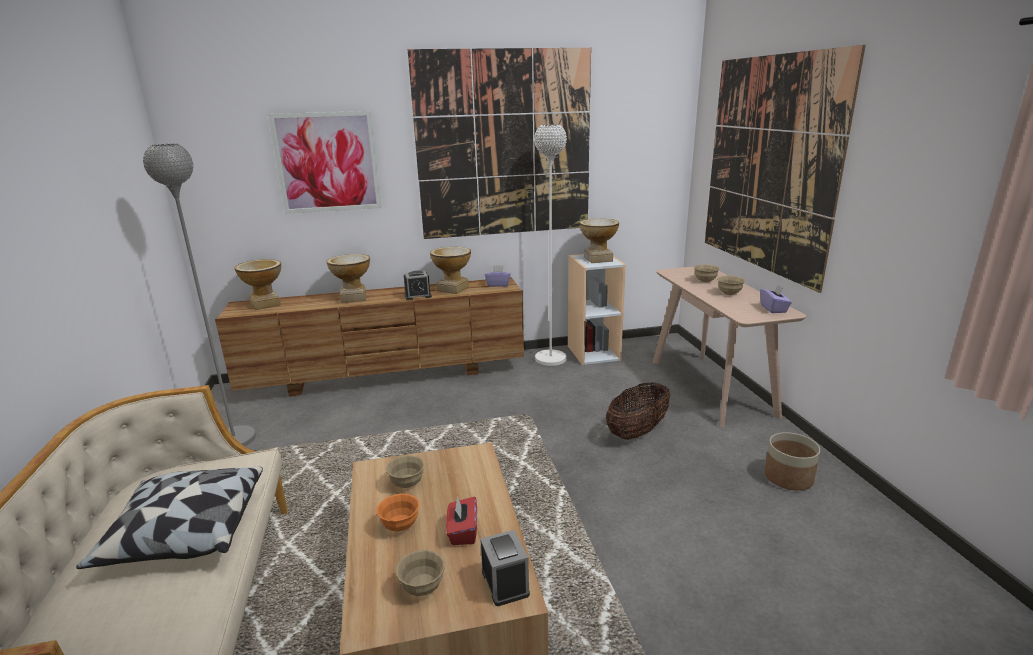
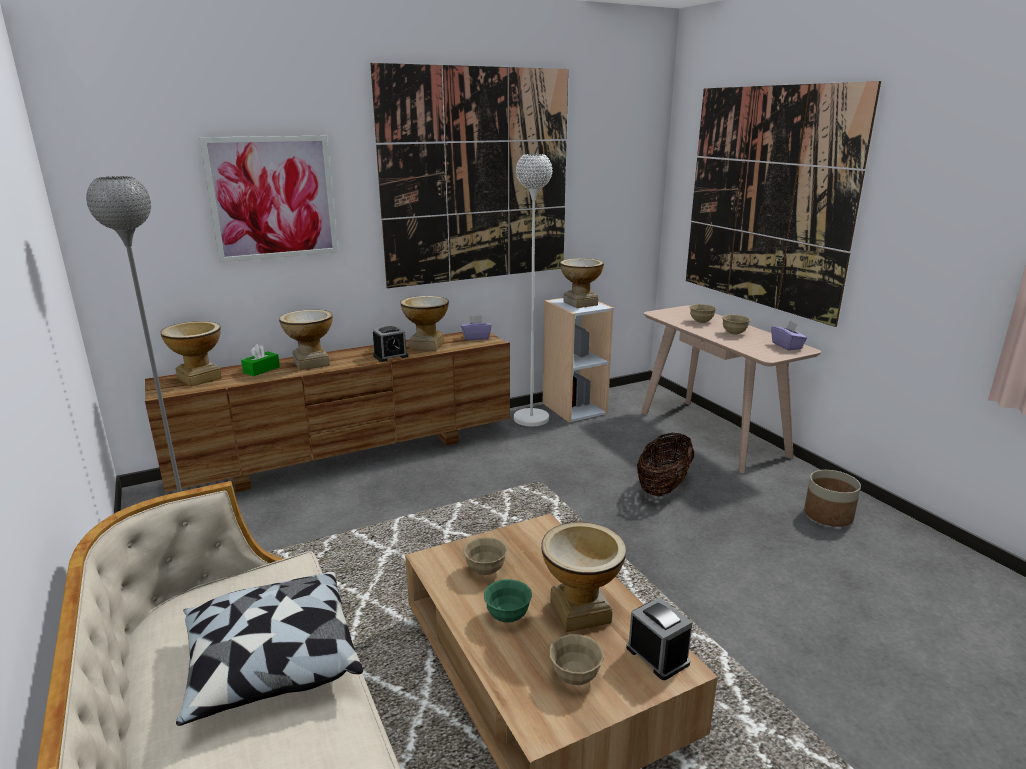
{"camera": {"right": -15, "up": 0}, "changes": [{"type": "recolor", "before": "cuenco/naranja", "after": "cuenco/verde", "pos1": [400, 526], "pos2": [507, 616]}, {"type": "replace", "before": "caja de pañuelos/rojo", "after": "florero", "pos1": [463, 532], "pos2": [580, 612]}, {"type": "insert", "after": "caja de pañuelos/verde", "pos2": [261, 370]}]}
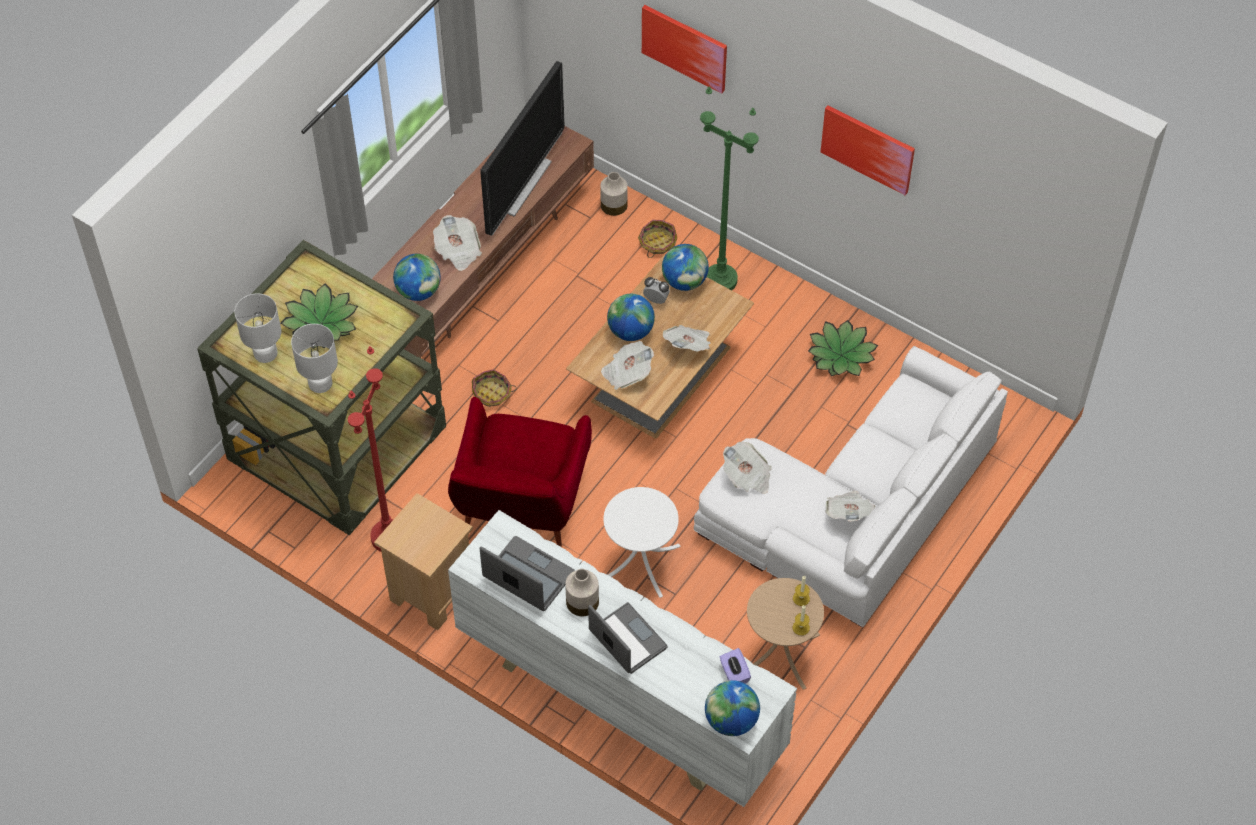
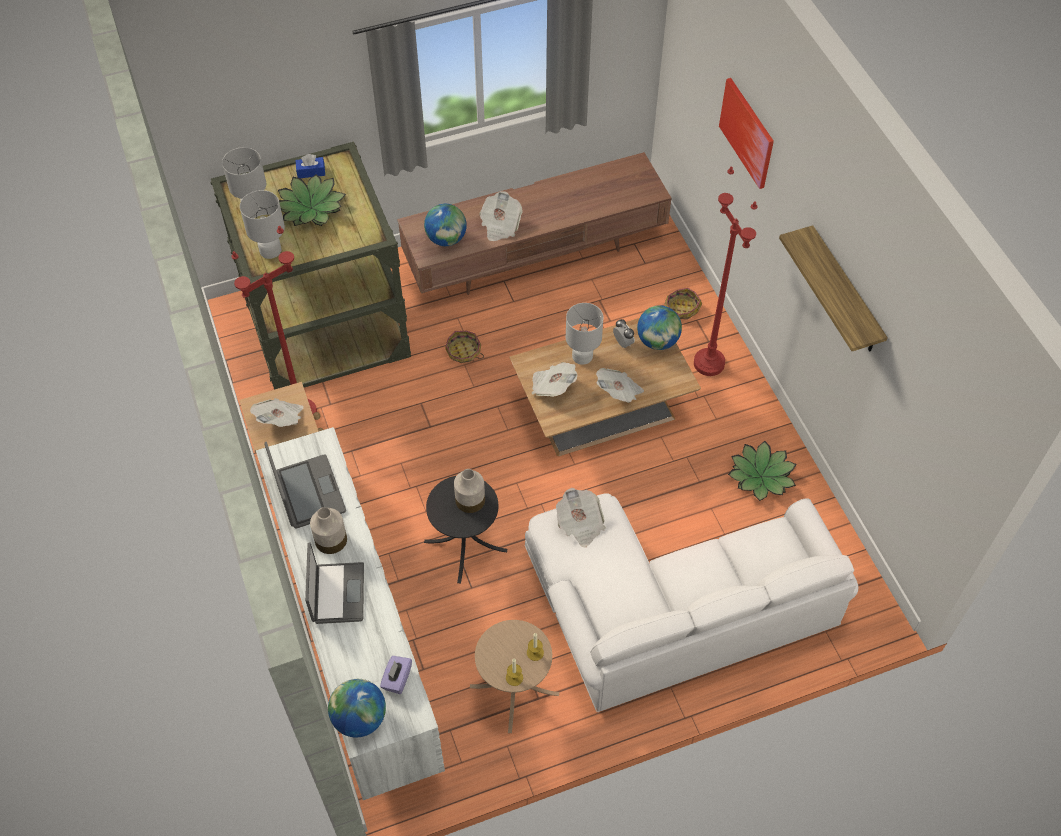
{"camera": {"right": 35, "up": 0}, "changes": [{"type": "delete", "before": "sillón/rojo", "pos1": [521, 506]}, {"type": "delete", "before": "televisor", "pos1": [522, 184]}, {"type": "move", "before": "florero/beis", "pos1": [614, 204], "pos2": [470, 500]}, {"type": "recolor", "before": "mesa auxiliar/blanco", "after": "mesa auxiliar/negro", "pos1": [640, 562], "pos2": [465, 546]}, {"type": "replace", "before": "globo terráqueo", "after": "lámpara de mesa/gris", "pos1": [630, 331], "pos2": [582, 356]}, {"type": "recolor", "before": "lámpara de pie/verde", "after": "lámpara de pie/rojo", "pos1": [721, 280], "pos2": [709, 363]}, {"type": "replace", "before": "cuadro", "after": "estante", "pos1": [868, 148], "pos2": [845, 292]}, {"type": "move", "before": "periódico", "pos1": [848, 513], "pos2": [281, 419]}, {"type": "insert", "after": "caja de pañuelos/azul", "pos2": [311, 172]}]}
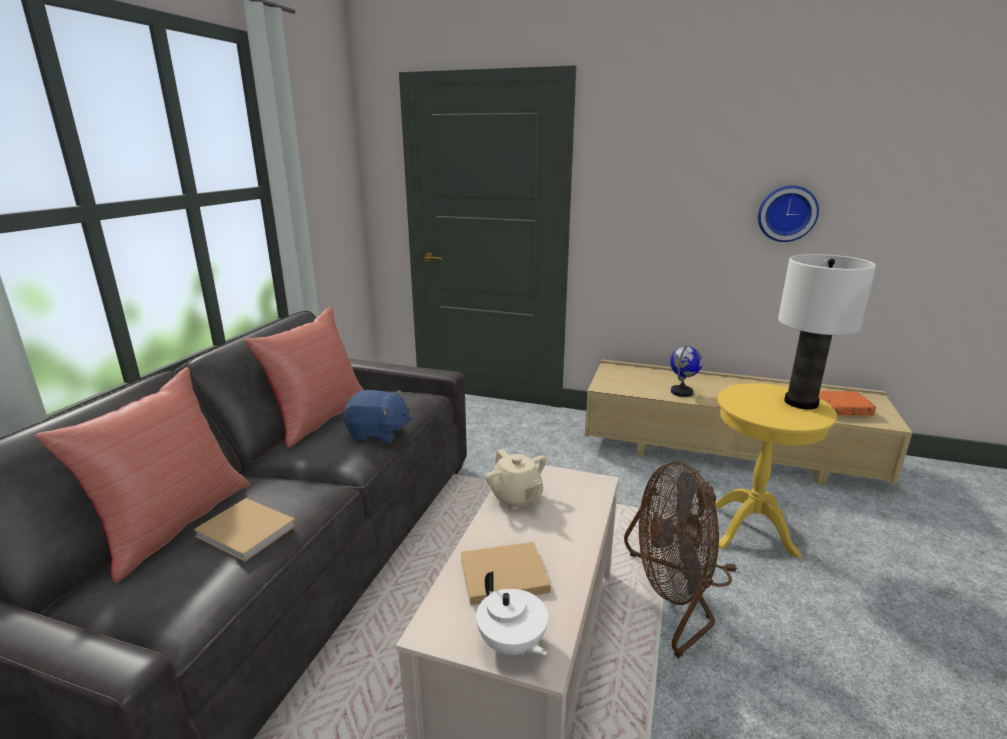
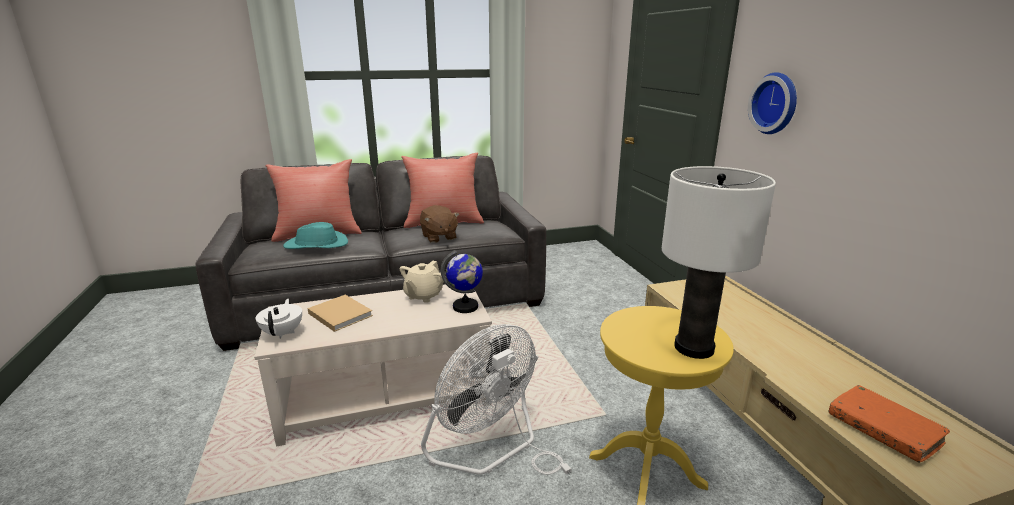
{"camera": {"right": 55, "up": 0}, "changes": [{"type": "replace", "before": "libro/beis", "after": "sombrero/turquesa", "pos1": [248, 532], "pos2": [316, 245]}, {"type": "recolor", "before": "peluche/azul", "after": "peluche/marrón", "pos1": [378, 434], "pos2": [439, 237]}, {"type": "rotate", "before": "tetera/blanco", "pos1": [511, 644], "pos2": [283, 333], "turn": 150}, {"type": "recolor", "before": "ventilador/marrón", "after": "ventilador/blanco", "pos1": [677, 594], "pos2": [500, 446]}, {"type": "move", "before": "globo terráqueo", "pos1": [682, 392], "pos2": [465, 307]}, {"type": "move", "before": "reloj de pared", "pos1": [787, 213], "pos2": [776, 103]}]}
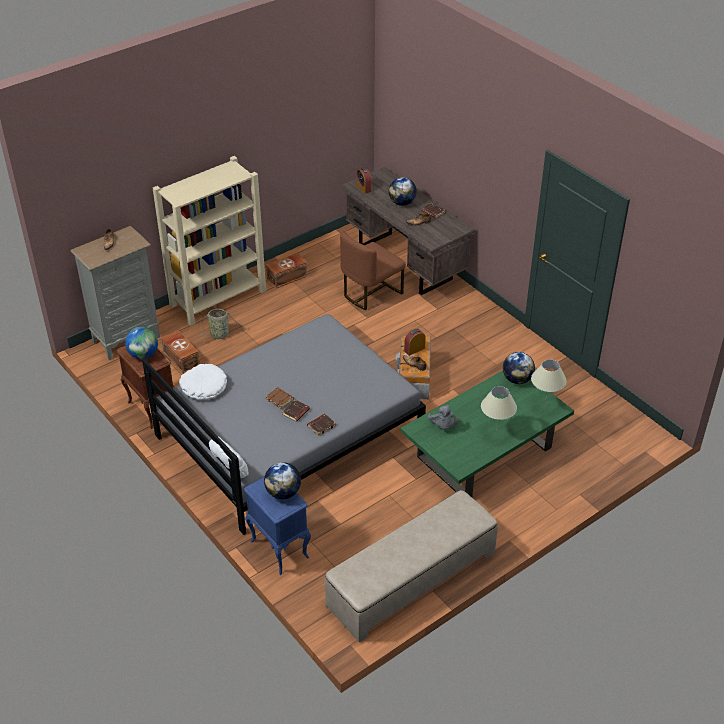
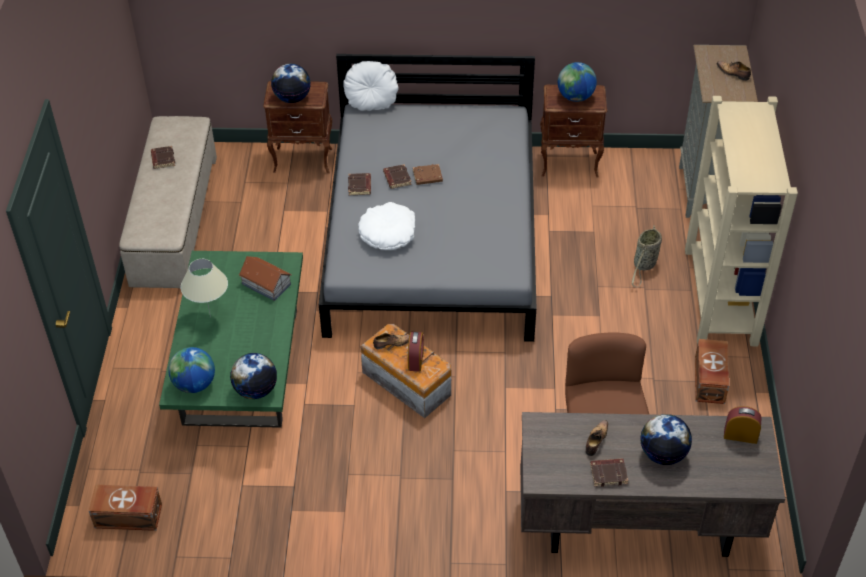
{"camera": {"right": 130, "up": 5}, "changes": [{"type": "move", "before": "caja de almacenaje/marrón", "pos1": [181, 358], "pos2": [129, 517]}, {"type": "move", "before": "cojín/blanco", "pos1": [204, 388], "pos2": [387, 233]}, {"type": "recolor", "before": "mesita de noche/azul", "after": "mesita de noche/marrón", "pos1": [279, 549], "pos2": [303, 160]}, {"type": "replace", "before": "peluche/gris", "after": "casita", "pos1": [443, 426], "pos2": [266, 283]}, {"type": "replace", "before": "lámpara de mesa/beis", "after": "globo terráqueo", "pos1": [545, 405], "pos2": [194, 384]}, {"type": "insert", "after": "libro/marrón", "pos2": [162, 159]}]}
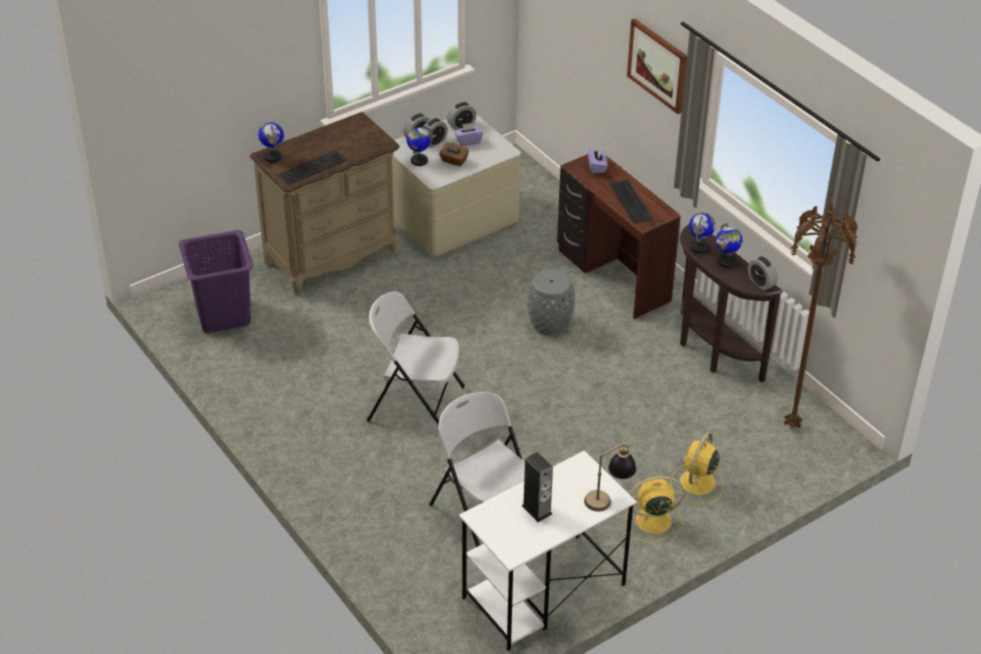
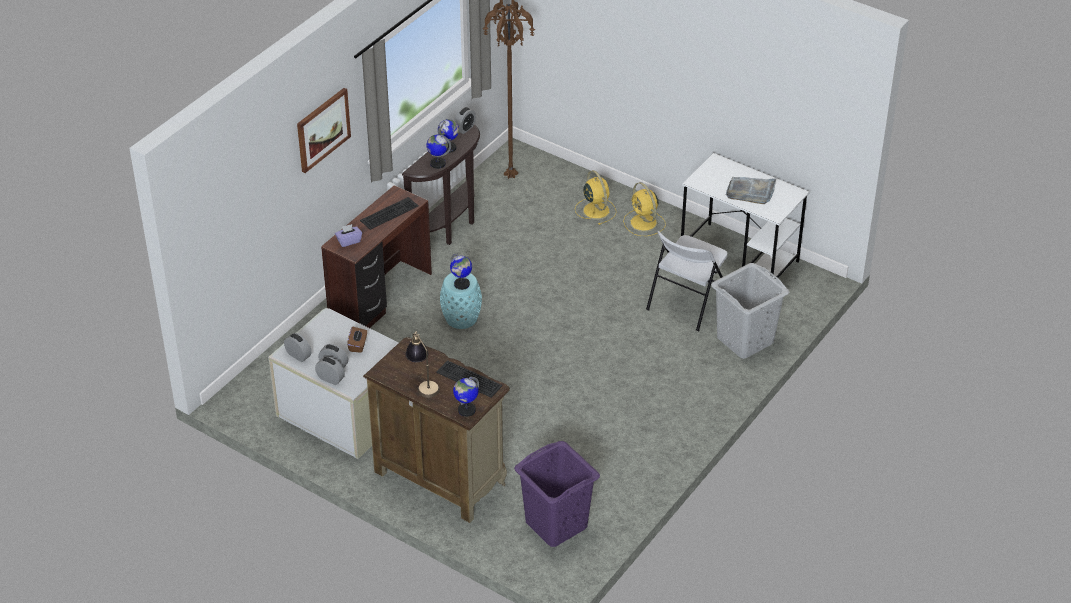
{"camera": {"right": -110, "up": 0}, "changes": [{"type": "delete", "before": "silla/blanco", "pos1": [416, 403]}, {"type": "move", "before": "globo terráqueo", "pos1": [419, 161], "pos2": [462, 284]}, {"type": "delete", "before": "caja de pañuelos/morado", "pos1": [468, 141]}, {"type": "replace", "before": "altavoz", "after": "bandeja/gris", "pos1": [536, 509], "pos2": [751, 191]}, {"type": "recolor", "before": "taburete/gris", "after": "taburete/turquesa", "pos1": [549, 323], "pos2": [461, 318]}, {"type": "move", "before": "lámpara de mesa", "pos1": [608, 499], "pos2": [423, 384]}, {"type": "rotate", "before": "ventilador/amarillo", "pos1": [697, 483], "pos2": [595, 210], "turn": -120}, {"type": "insert", "after": "cesto de la ropa/gris", "pos2": [745, 340]}]}
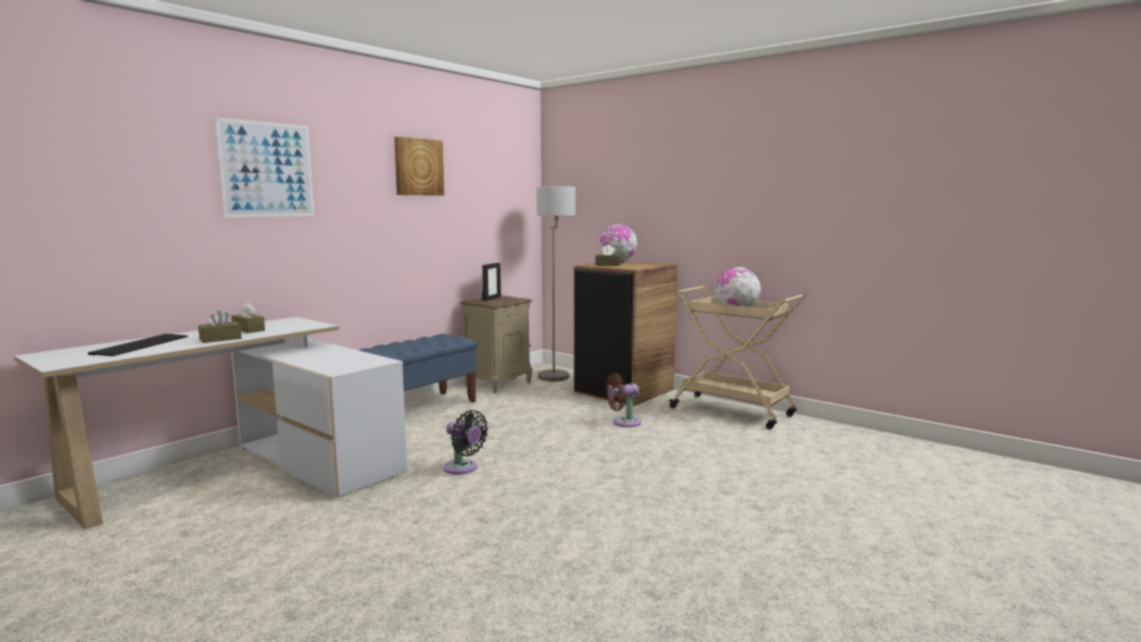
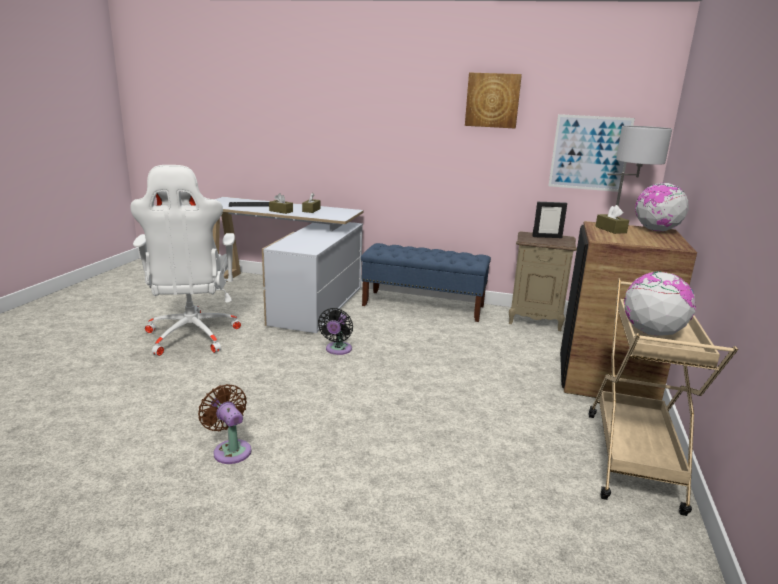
{"camera": {"right": 65, "up": 10}, "changes": [{"type": "move", "before": "cuadro", "pos1": [267, 169], "pos2": [589, 153]}, {"type": "move", "before": "ventilador/marrón", "pos1": [623, 422], "pos2": [230, 450]}, {"type": "insert", "after": "silla de oficina/blanco", "pos2": [193, 332]}]}
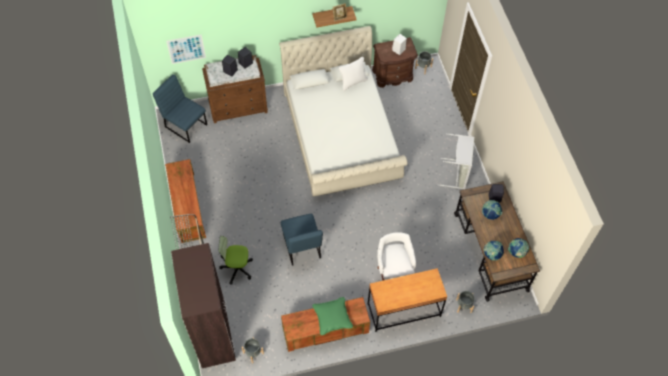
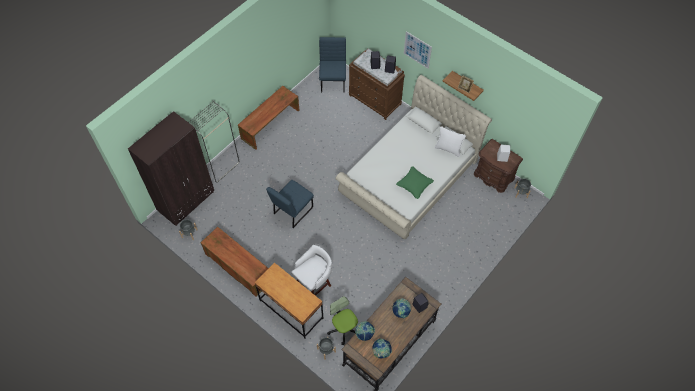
{"camera": {"right": 55, "up": 0}, "changes": [{"type": "move", "before": "cuadro", "pos1": [186, 49], "pos2": [417, 50]}, {"type": "move", "before": "silla de oficina", "pos1": [237, 268], "pos2": [343, 328]}, {"type": "move", "before": "cojín/verde", "pos1": [332, 317], "pos2": [414, 184]}, {"type": "delete", "before": "cesto de la ropa/gris", "pos1": [457, 174]}]}
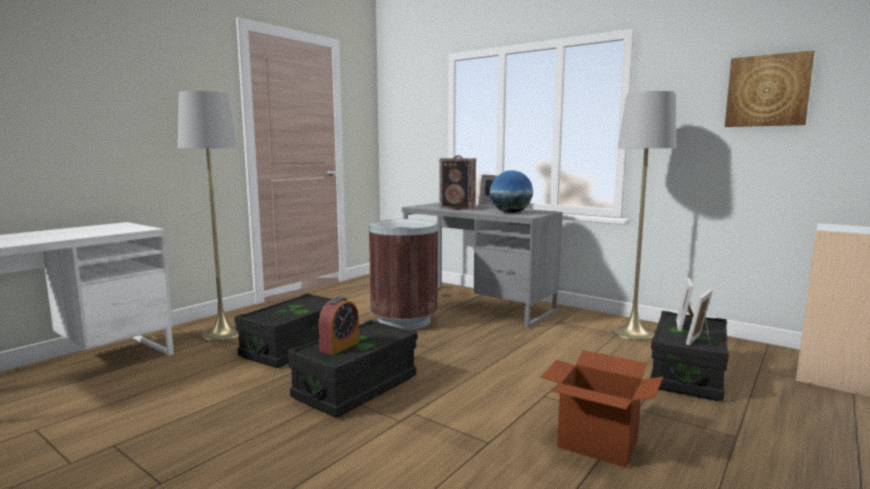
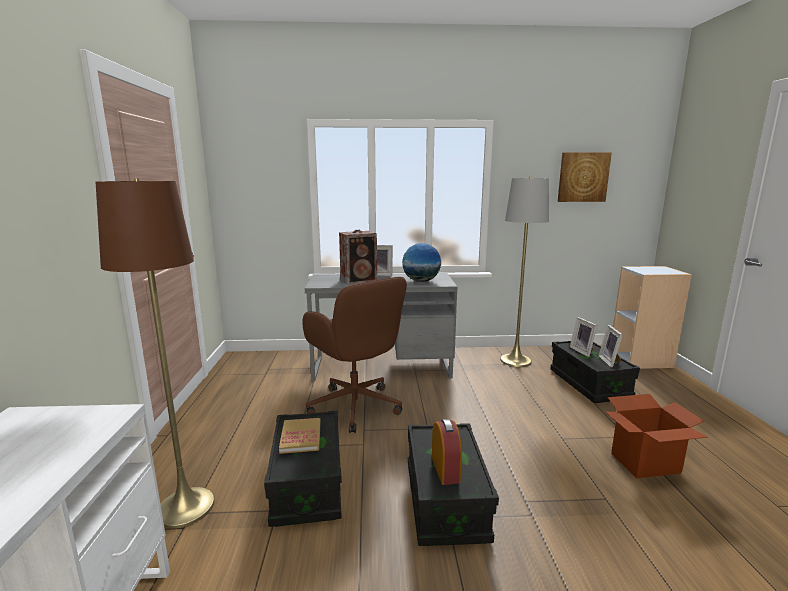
{"camera": {"right": -40, "up": 5}, "changes": [{"type": "recolor", "before": "lámpara de pie/gris", "after": "lámpara de pie/marrón", "pos1": [222, 334], "pos2": [185, 507]}, {"type": "replace", "before": "papelera/marrón", "after": "silla de oficina/marrón", "pos1": [404, 321], "pos2": [354, 407]}, {"type": "insert", "after": "libro", "pos2": [301, 437]}]}
